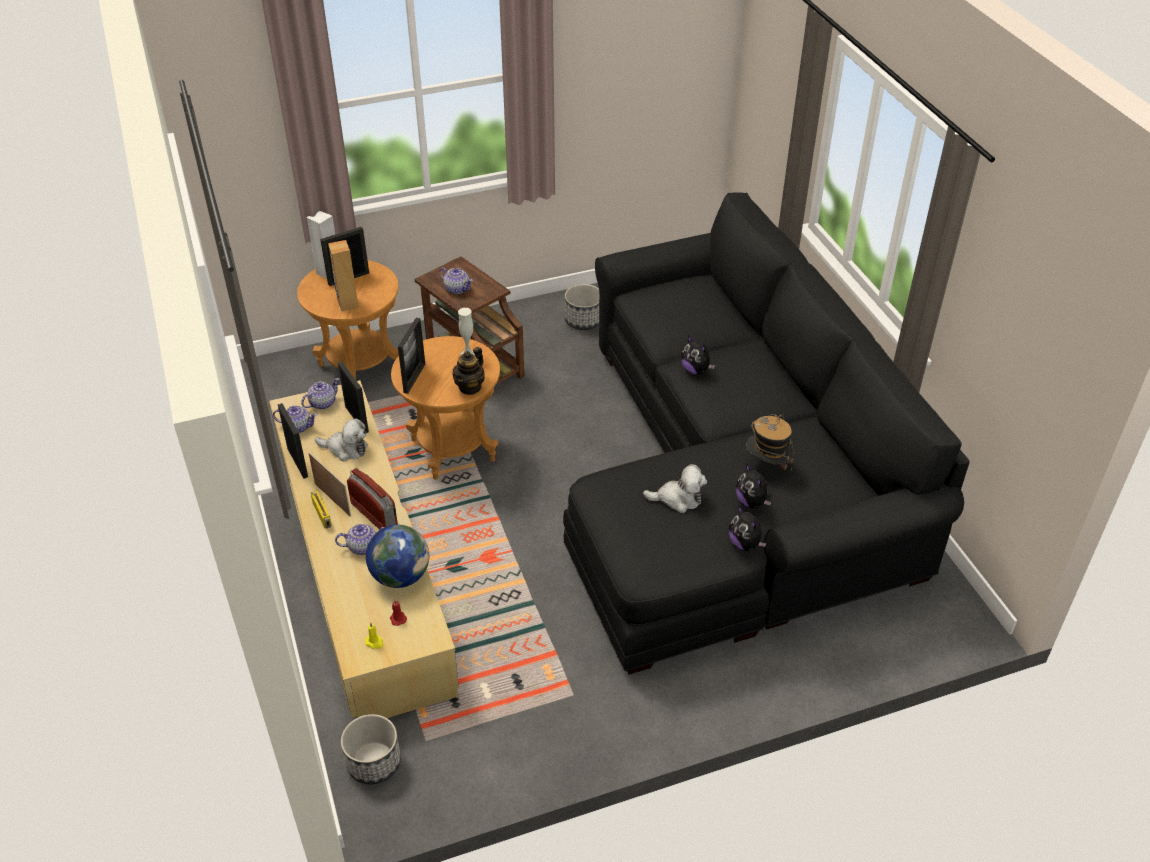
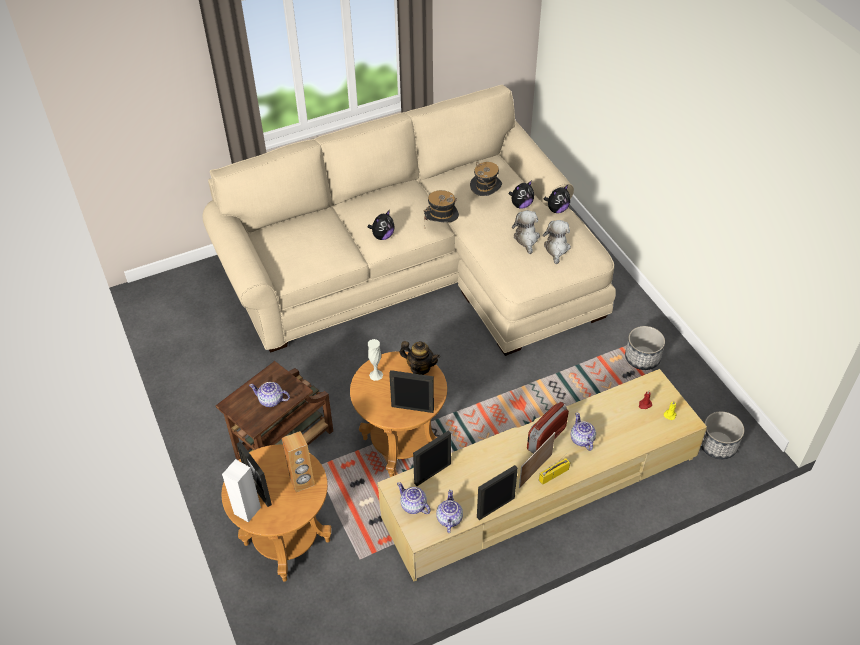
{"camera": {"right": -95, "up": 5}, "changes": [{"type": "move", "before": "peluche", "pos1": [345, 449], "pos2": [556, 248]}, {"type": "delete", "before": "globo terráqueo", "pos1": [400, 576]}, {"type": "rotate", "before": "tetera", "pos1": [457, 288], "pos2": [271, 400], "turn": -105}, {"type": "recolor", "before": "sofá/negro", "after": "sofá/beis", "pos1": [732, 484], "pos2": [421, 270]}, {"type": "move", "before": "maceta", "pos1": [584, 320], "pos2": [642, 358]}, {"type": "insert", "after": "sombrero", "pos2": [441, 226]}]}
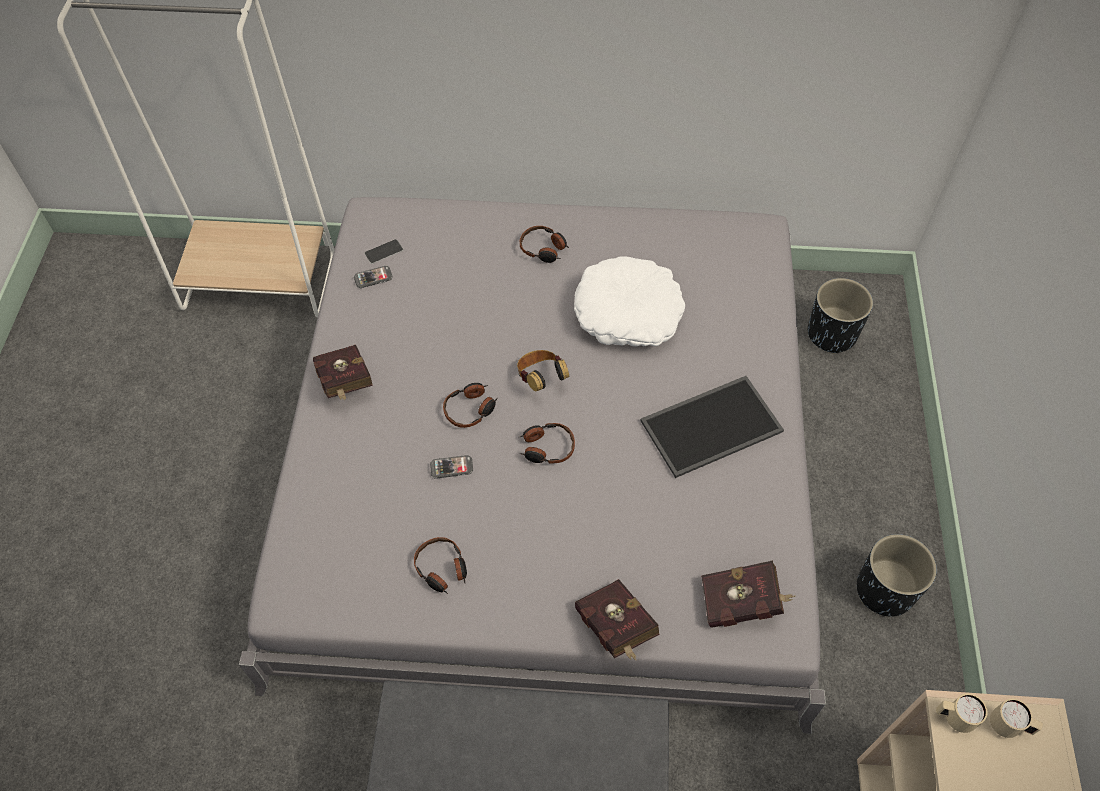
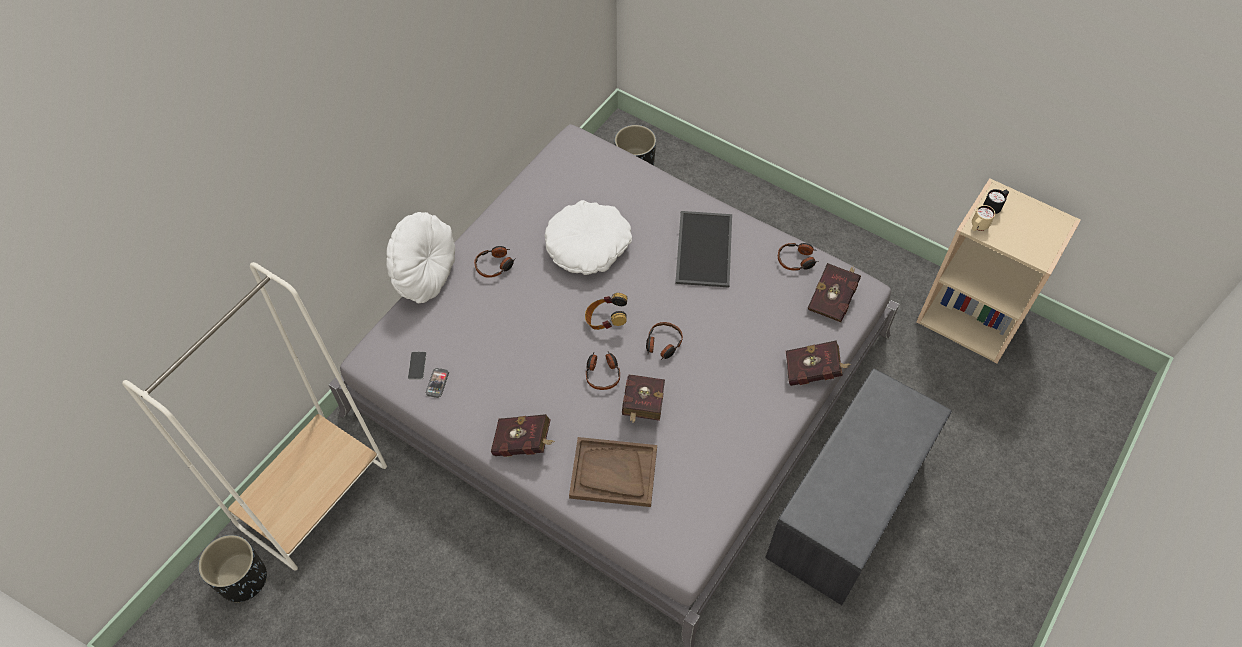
{"camera": {"right": -60, "up": 0}, "changes": [{"type": "move", "before": "auriculares", "pos1": [442, 569], "pos2": [797, 260]}, {"type": "replace", "before": "móvil", "after": "libro/rojo", "pos1": [451, 467], "pos2": [642, 406]}, {"type": "move", "before": "maceta/negro", "pos1": [885, 590], "pos2": [243, 579]}, {"type": "recolor", "before": "taza grande/beis", "after": "taza grande/negro", "pos1": [1008, 726], "pos2": [993, 208]}, {"type": "insert", "after": "cojín/blanco", "pos2": [427, 279]}, {"type": "insert", "after": "bandeja/marrón", "pos2": [613, 473]}]}
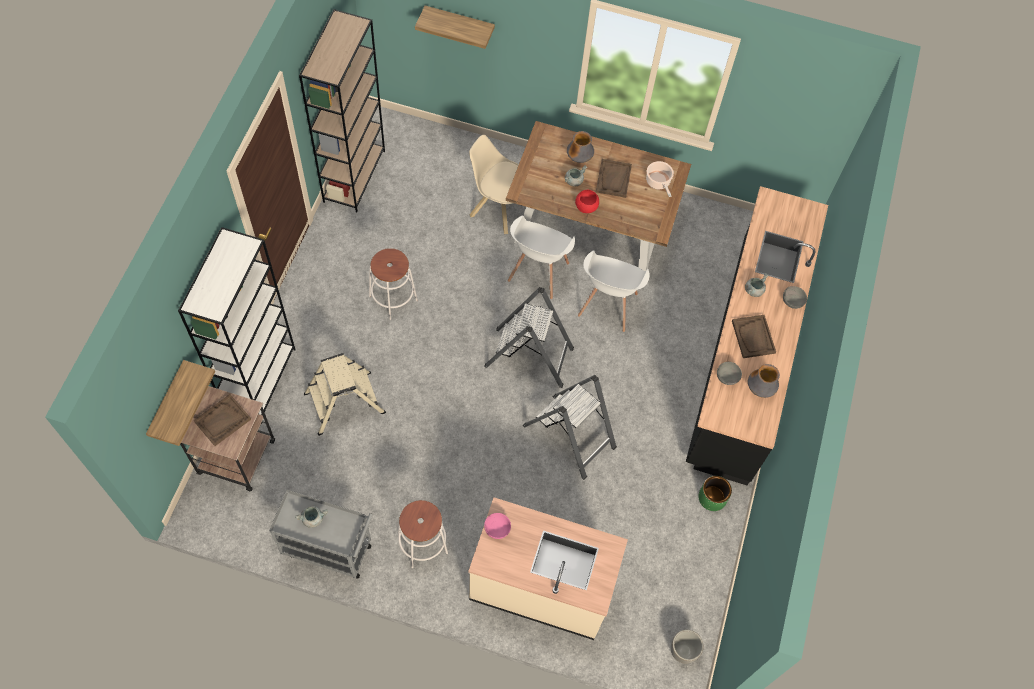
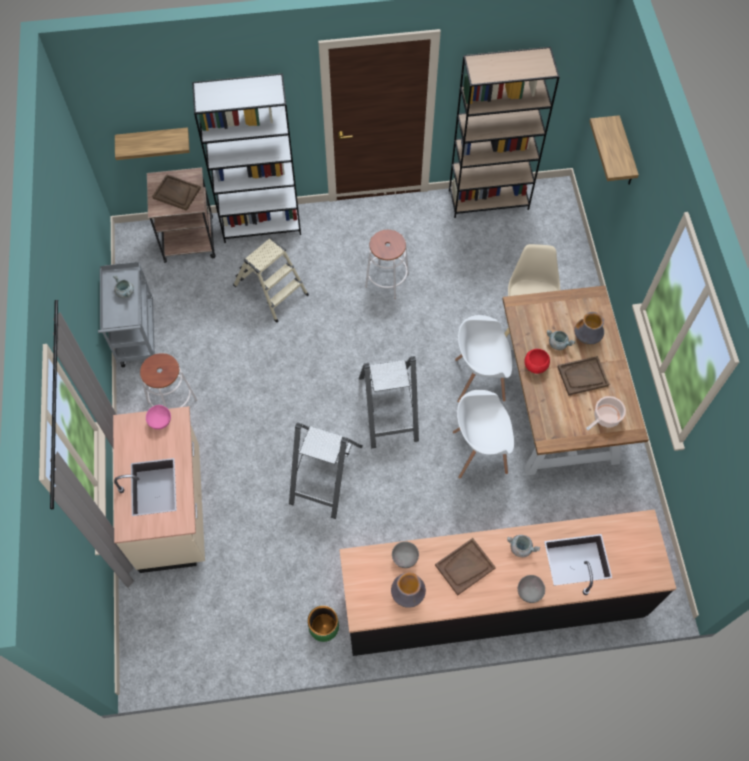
{"camera": {"right": 70, "up": 0}, "changes": [{"type": "delete", "before": "maceta", "pos1": [683, 651]}]}
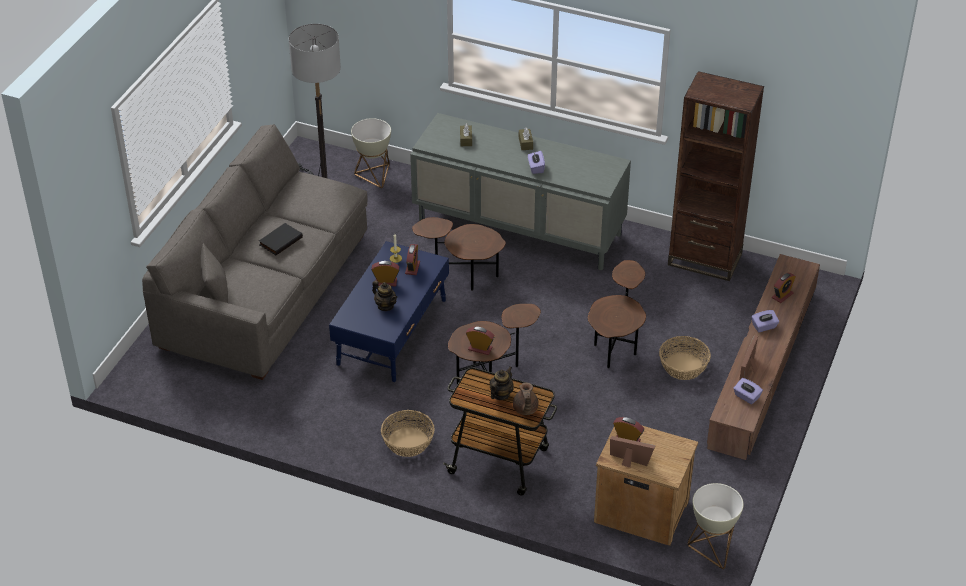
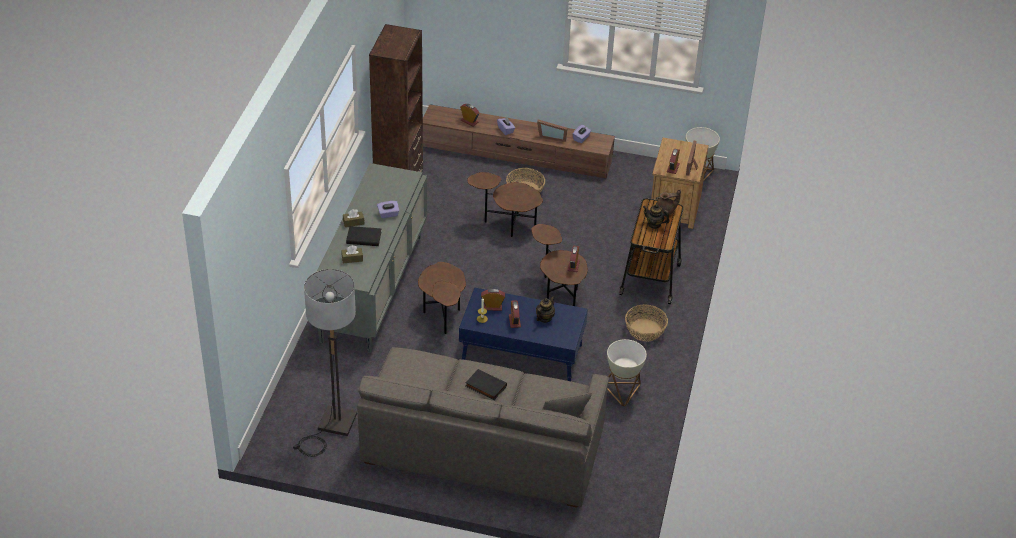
{"camera": {"right": -100, "up": 0}, "changes": [{"type": "move", "before": "maceta", "pos1": [373, 175], "pos2": [622, 392]}, {"type": "insert", "after": "libro/negro", "pos2": [364, 237]}]}
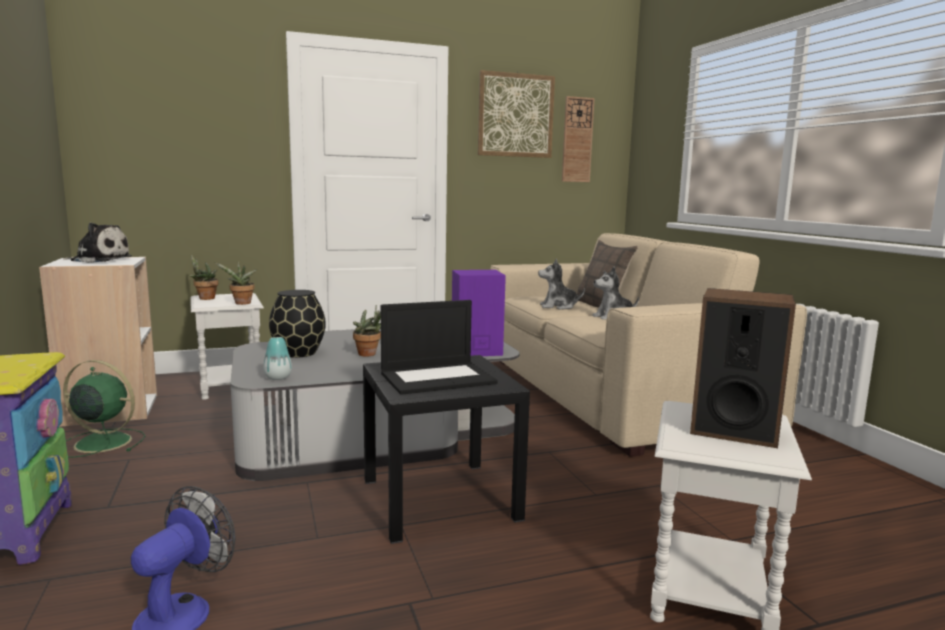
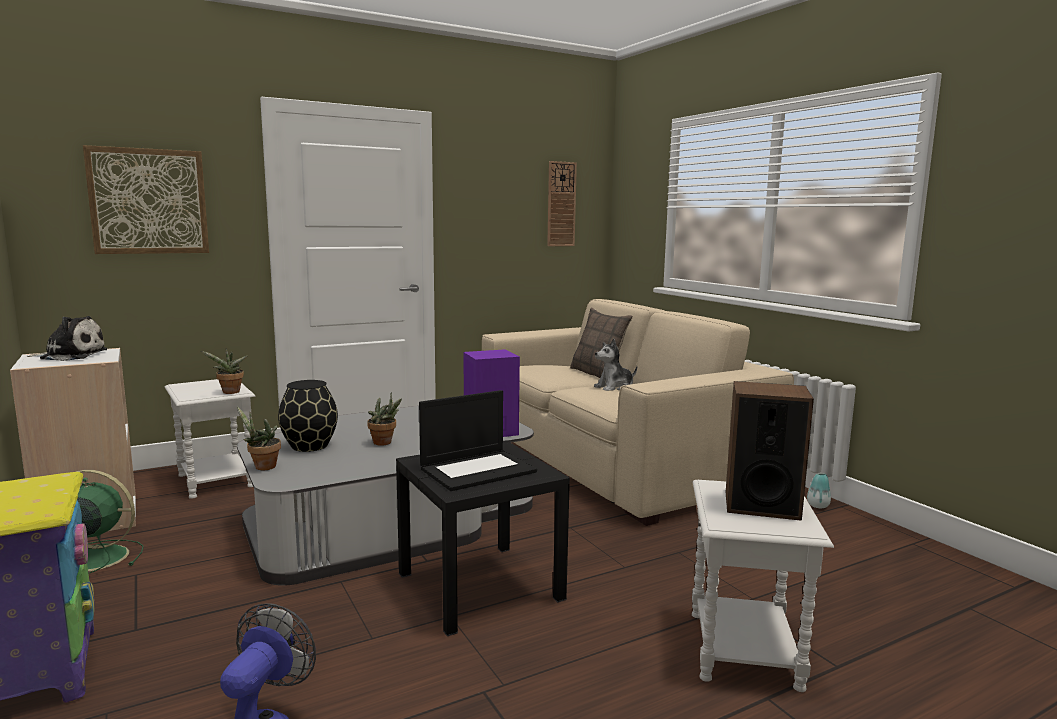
{"camera": {"right": -10, "up": 0}, "changes": [{"type": "move", "before": "planta en maceta", "pos1": [205, 298], "pos2": [262, 467]}, {"type": "move", "before": "florero", "pos1": [278, 378], "pos2": [818, 506]}, {"type": "move", "before": "cuadro", "pos1": [516, 114], "pos2": [148, 200]}, {"type": "delete", "before": "peluche", "pos1": [558, 307]}]}
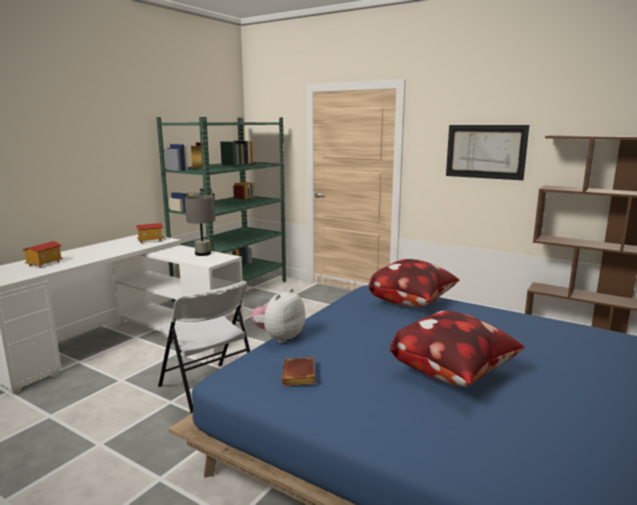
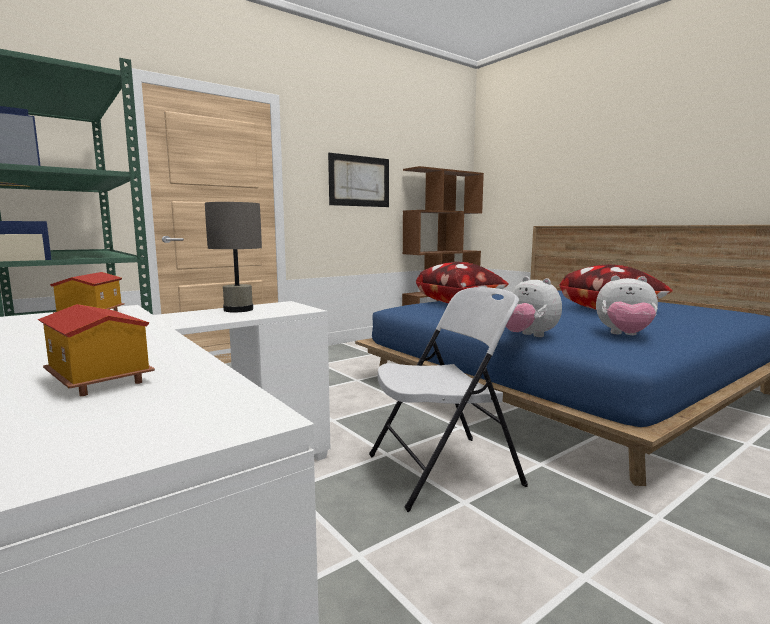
{"camera": {"right": -70, "up": -5}, "changes": [{"type": "replace", "before": "libro/marrón", "after": "peluche", "pos1": [300, 376], "pos2": [624, 335]}]}
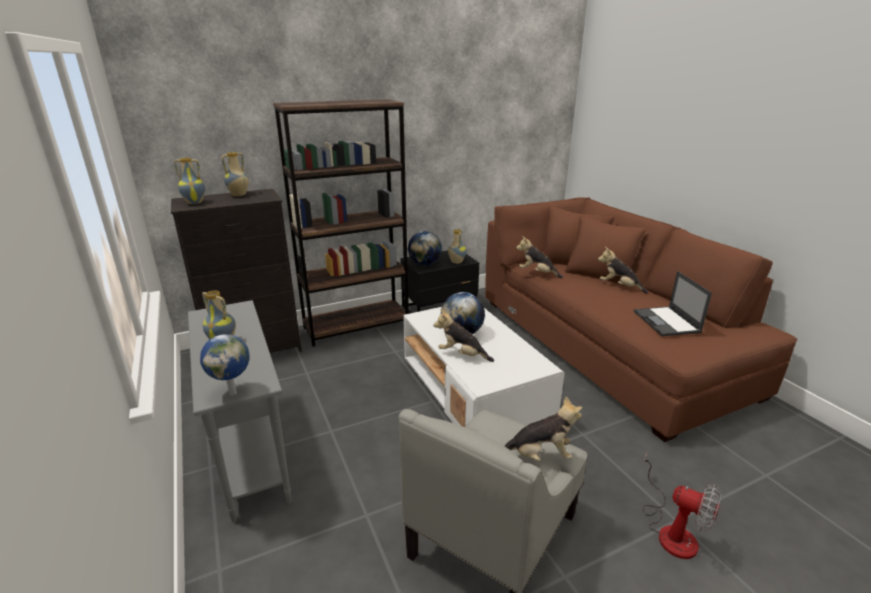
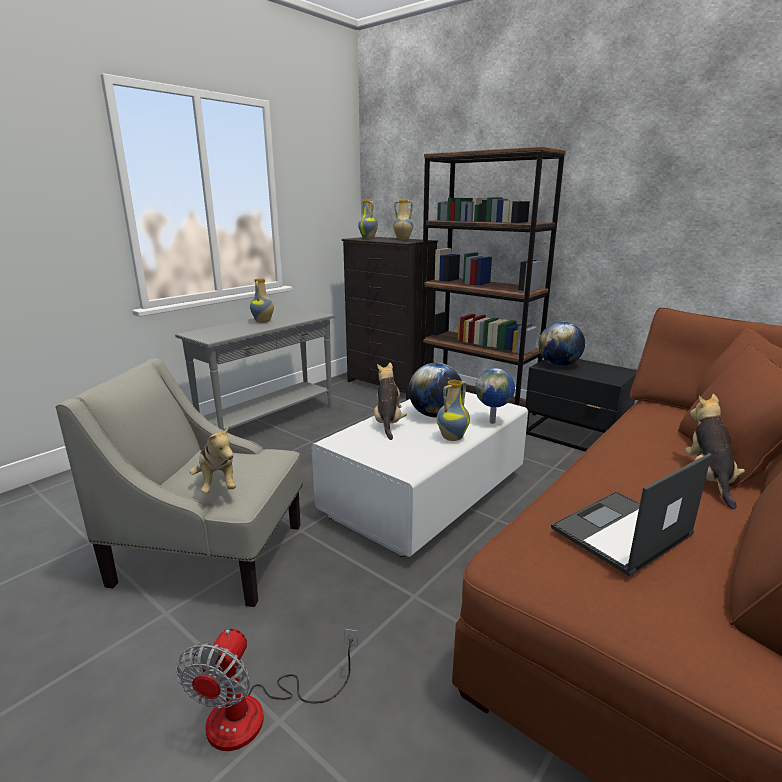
{"camera": {"right": 65, "up": -5}, "changes": [{"type": "move", "before": "globo terráqueo", "pos1": [233, 392], "pos2": [493, 422]}, {"type": "move", "before": "florero", "pos1": [456, 262], "pos2": [451, 437]}, {"type": "delete", "before": "peluche", "pos1": [537, 273]}]}
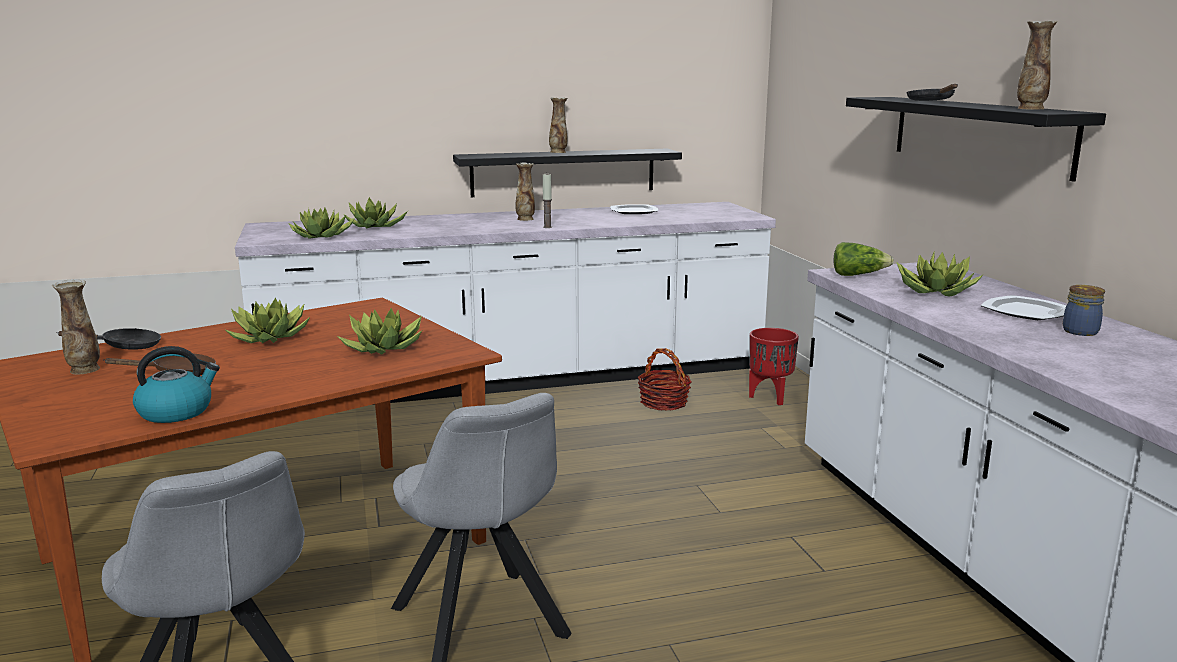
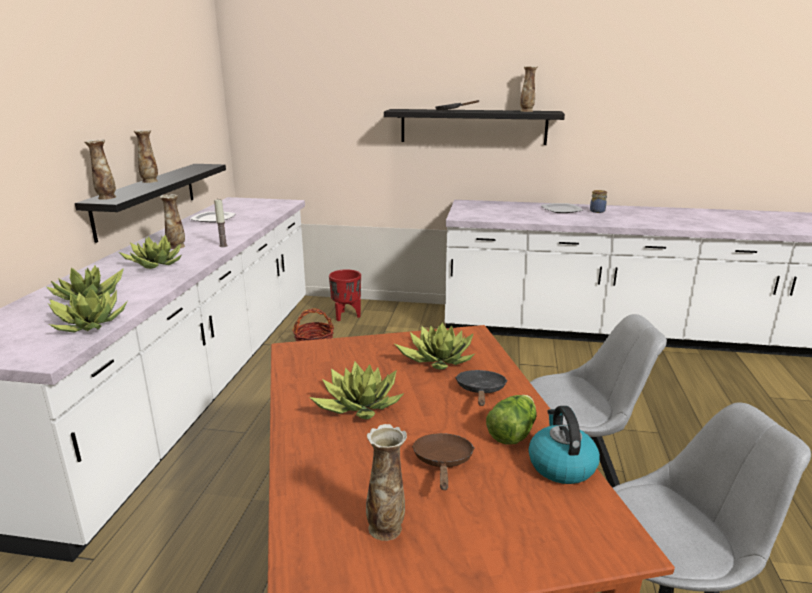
{"camera": {"right": -65, "up": 5}, "changes": [{"type": "move", "before": "sartén/negro", "pos1": [125, 347], "pos2": [481, 391]}, {"type": "move", "before": "lechuga", "pos1": [858, 275], "pos2": [512, 432]}, {"type": "move", "before": "planta en maceta", "pos1": [933, 291], "pos2": [155, 264]}, {"type": "insert", "after": "florero", "pos2": [106, 197]}]}
